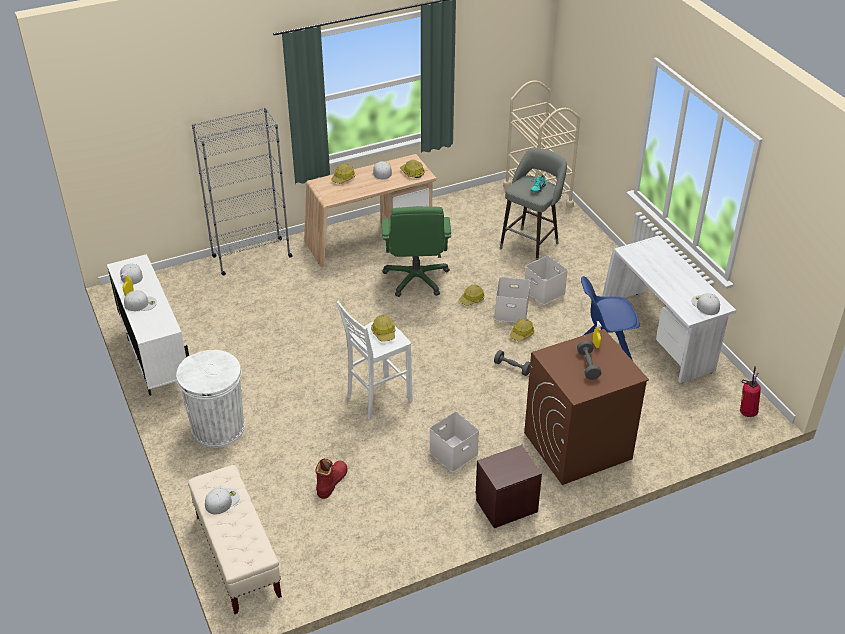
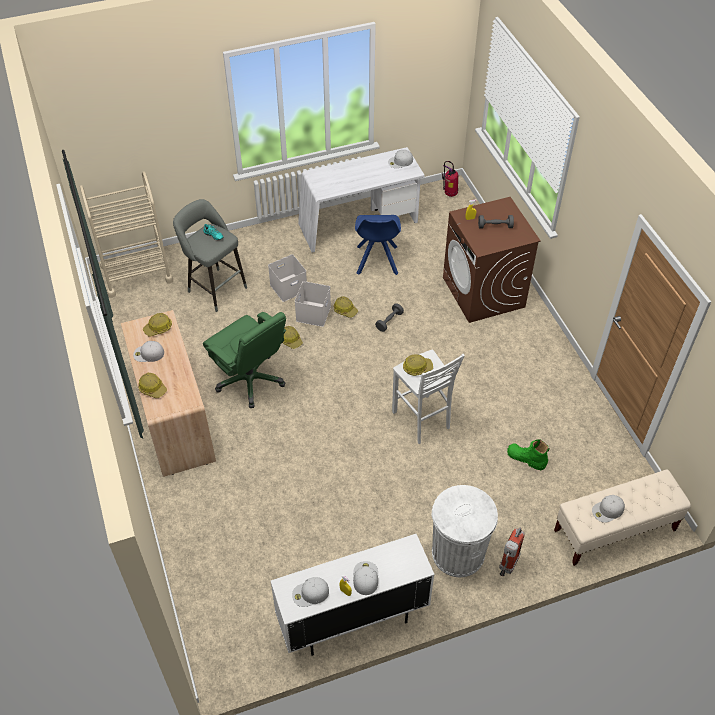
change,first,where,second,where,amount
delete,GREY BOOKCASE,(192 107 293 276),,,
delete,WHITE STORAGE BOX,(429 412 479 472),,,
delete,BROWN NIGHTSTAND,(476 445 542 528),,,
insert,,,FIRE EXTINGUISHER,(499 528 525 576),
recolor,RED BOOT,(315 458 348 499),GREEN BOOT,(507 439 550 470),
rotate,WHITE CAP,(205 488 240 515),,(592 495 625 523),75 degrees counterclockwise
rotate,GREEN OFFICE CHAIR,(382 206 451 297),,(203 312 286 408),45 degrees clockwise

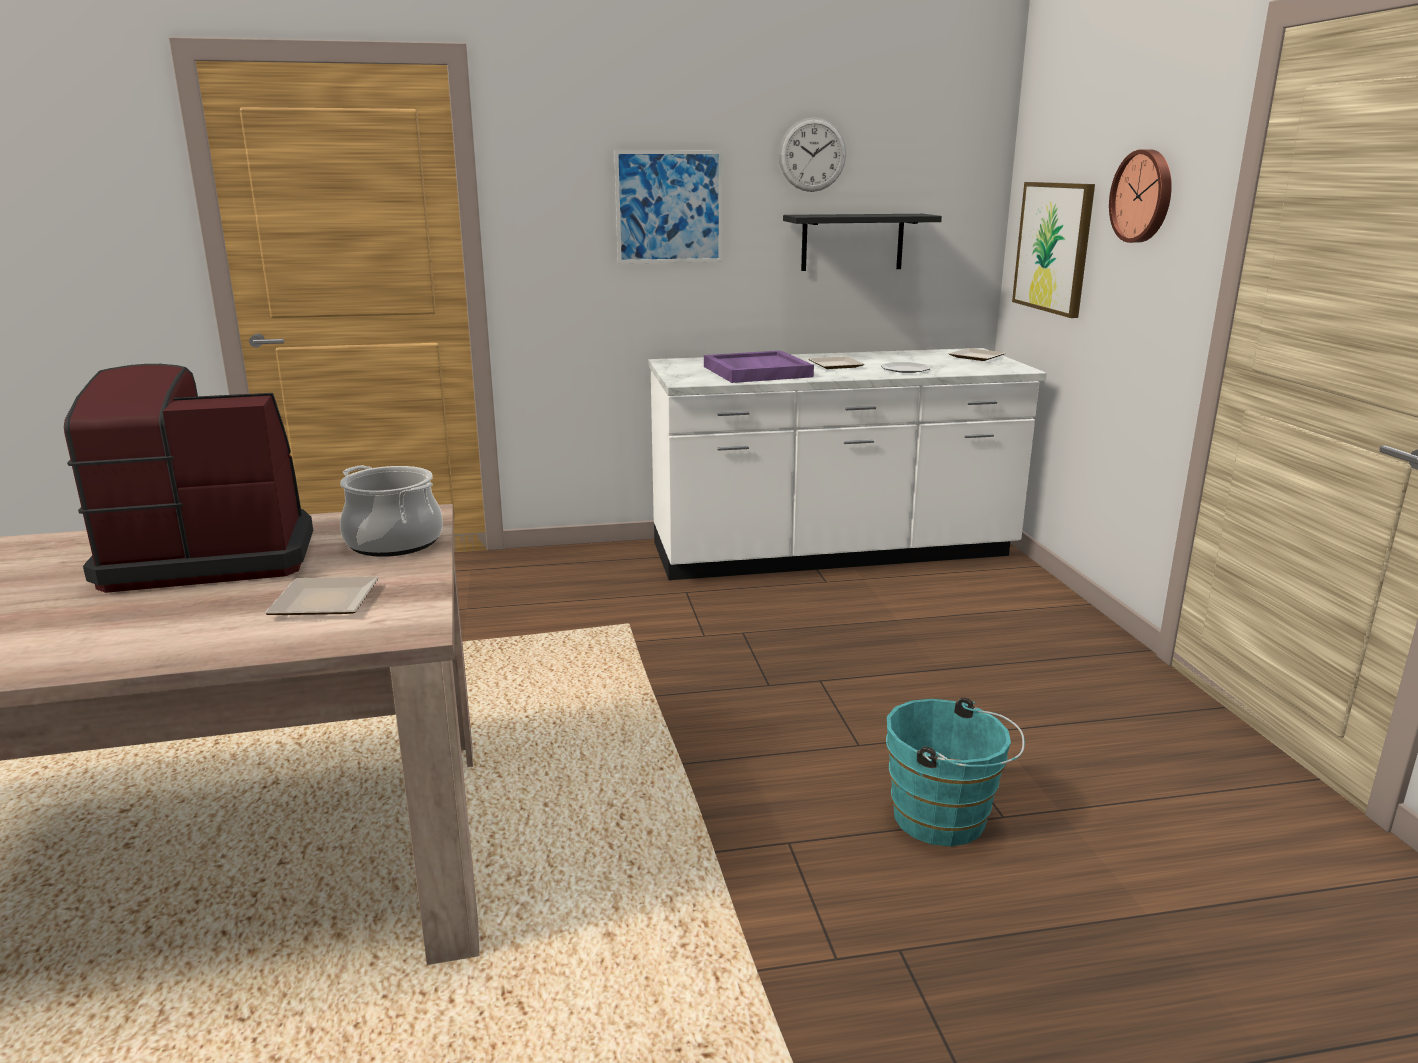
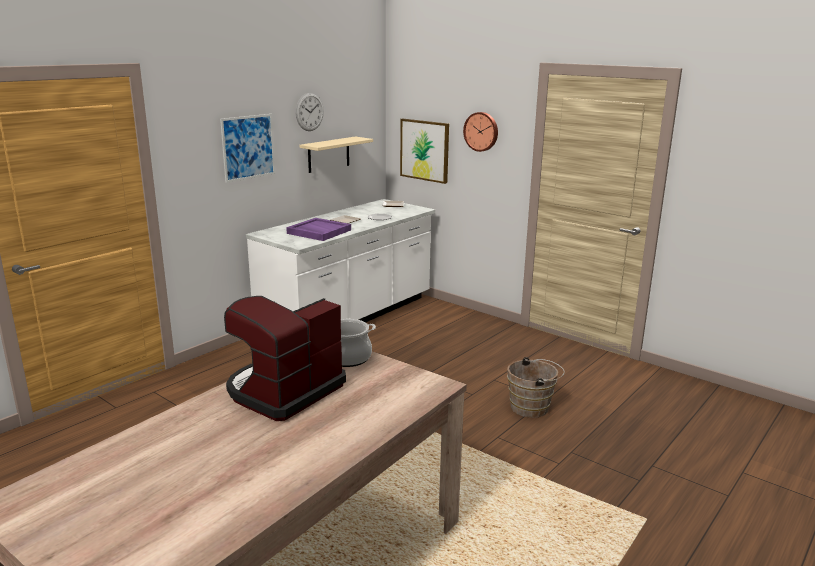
change,first,where,second,where,amount
delete,PLATE,(265 577 379 615),,,
recolor,BLACK SHELF,(783 214 942 271),BEIGE SHELF,(299 136 373 173),
recolor,TURQUOISE BUCKET,(886 698 1025 846),BROWN BUCKET,(507 357 565 418),

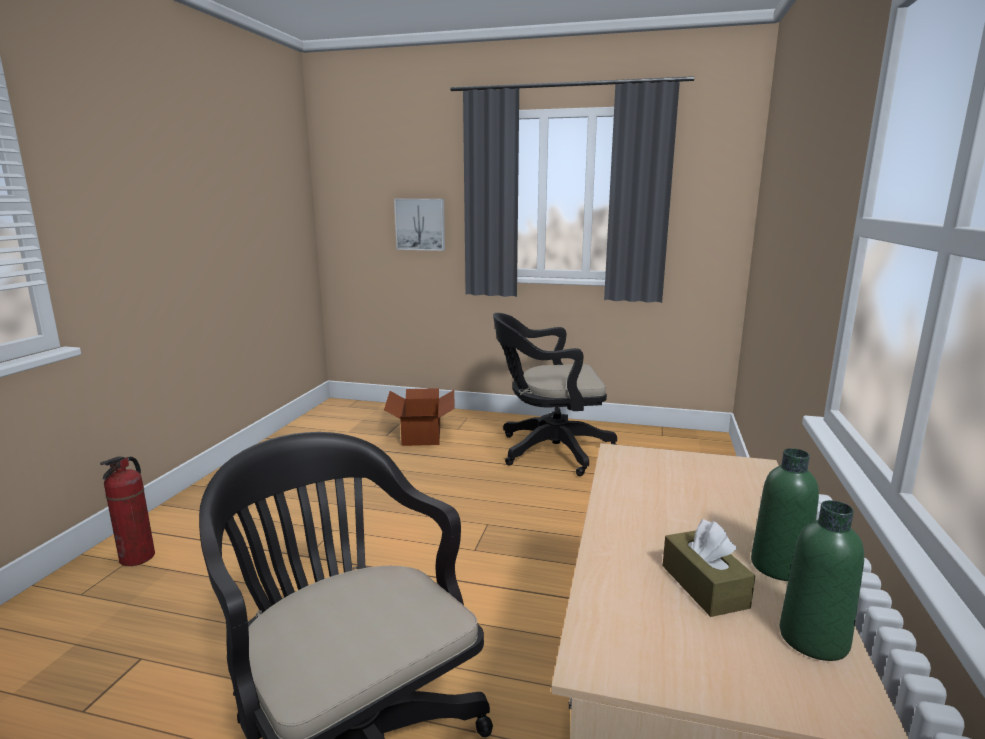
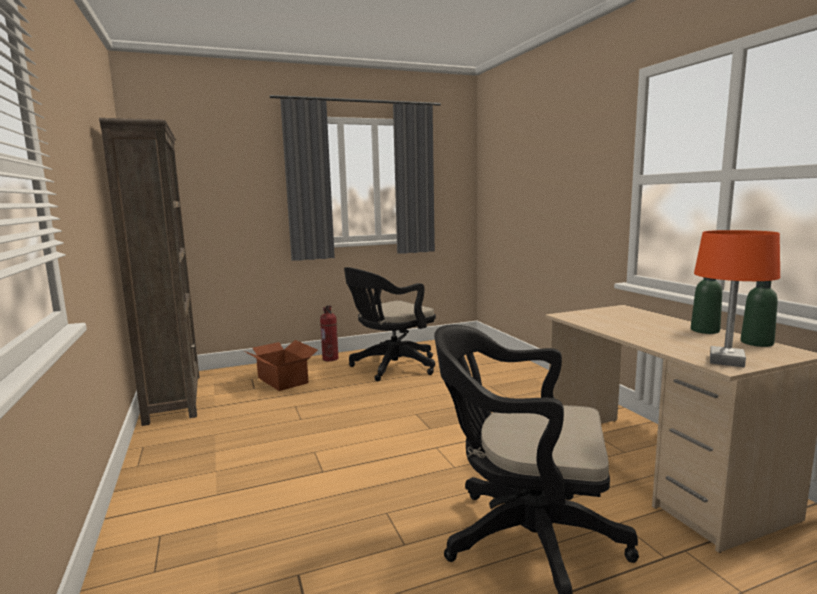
change,first,where,second,where,amount
delete,PICTURE,(394 199 445 251),,,
delete,BROWN TISSUE BOX,(663 519 755 617),,,
insert,,,BROWN BOOKCASE,(99 118 199 426),
insert,,,ORANGE TABLE LAMP,(694 230 780 368),
move,FIRE EXTINGUISHER,(100 456 155 566),,(320 305 338 361),

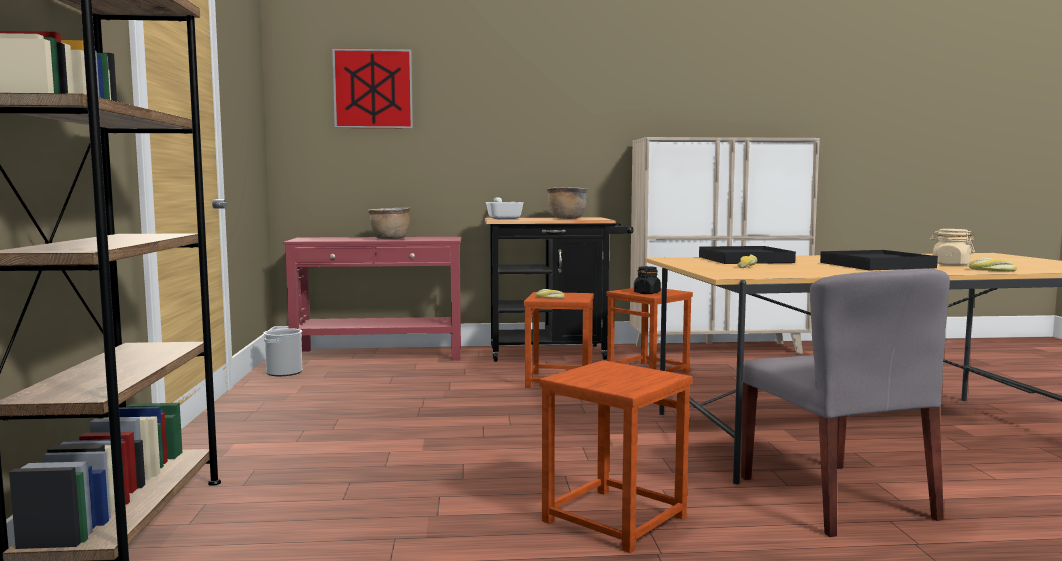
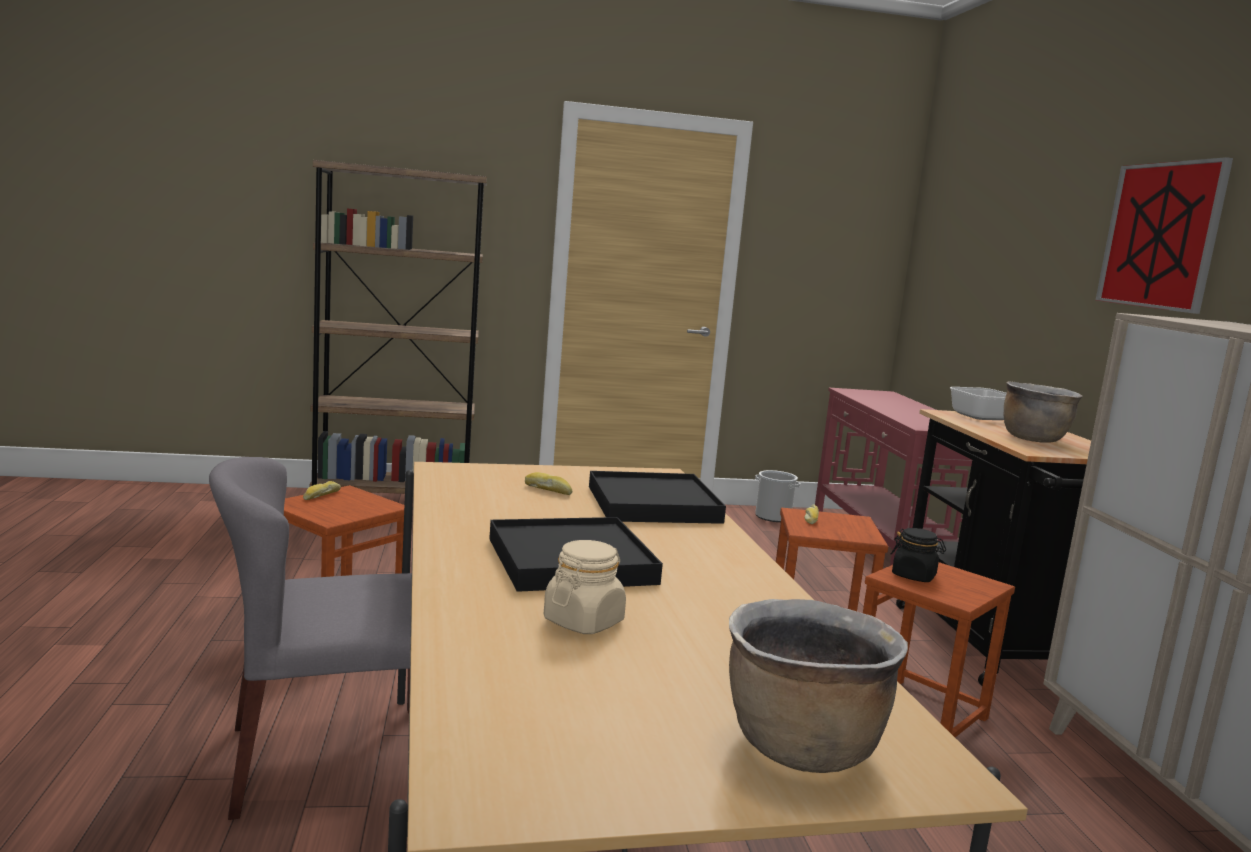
change,first,where,second,where,amount
move,PICTURE,(332 48 413 128),,(1096 157 1233 314),
move,BROWN COOKING POT,(368 207 410 239),,(729 599 908 773),
move,BREAD,(969 258 1017 272),,(303 481 341 500),

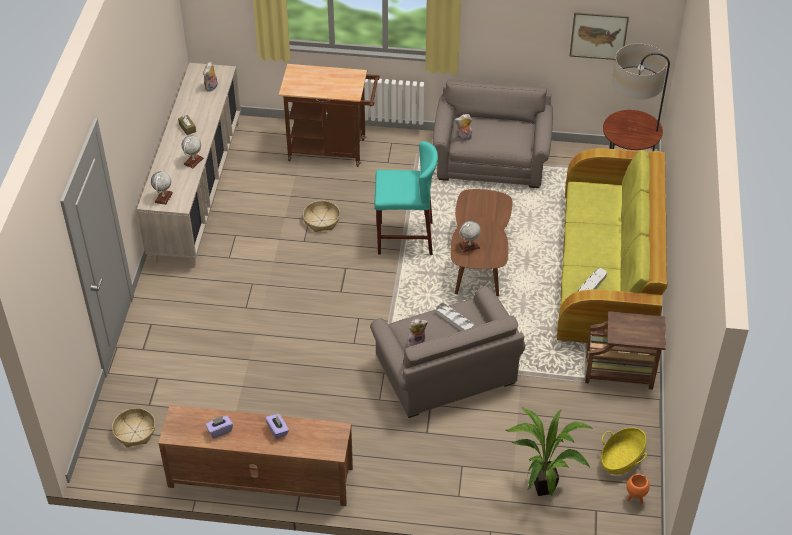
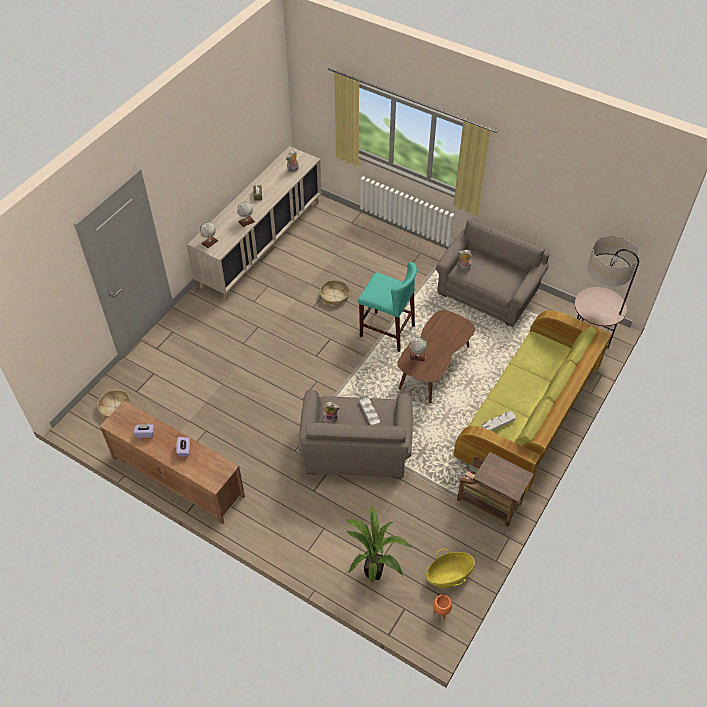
change,first,where,second,where,amount
delete,BROWN CART,(279 64 380 167),,,
delete,PICTURE,(569 12 629 60),,,

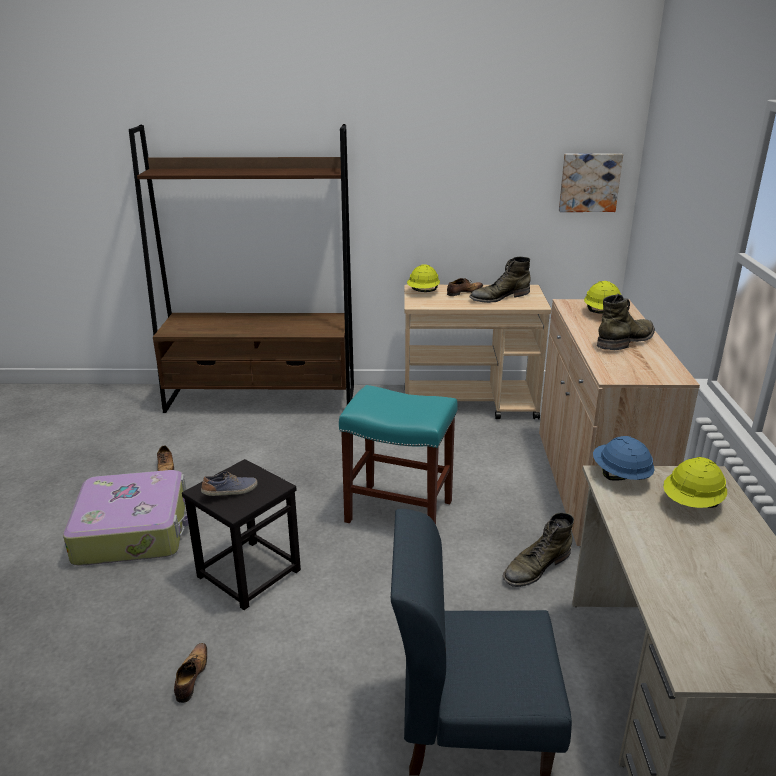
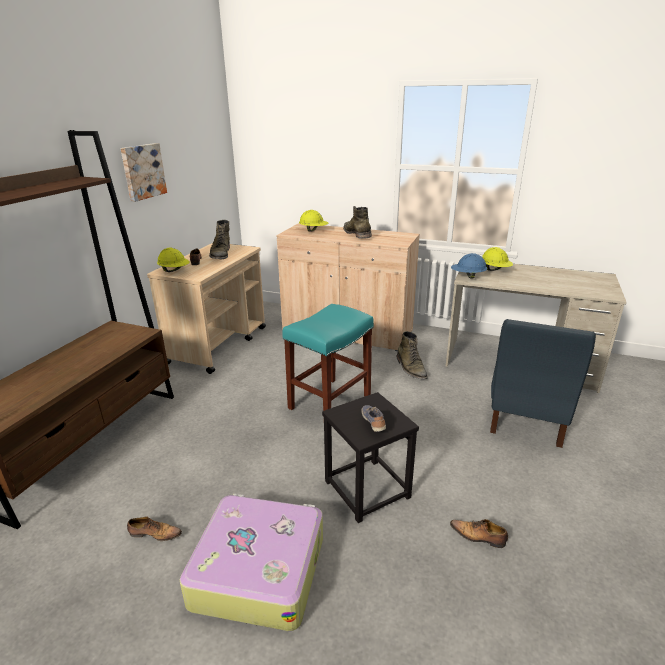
change,first,where,second,where,amount
move,PICTURE,(559 153 623 212),,(120 143 167 202),

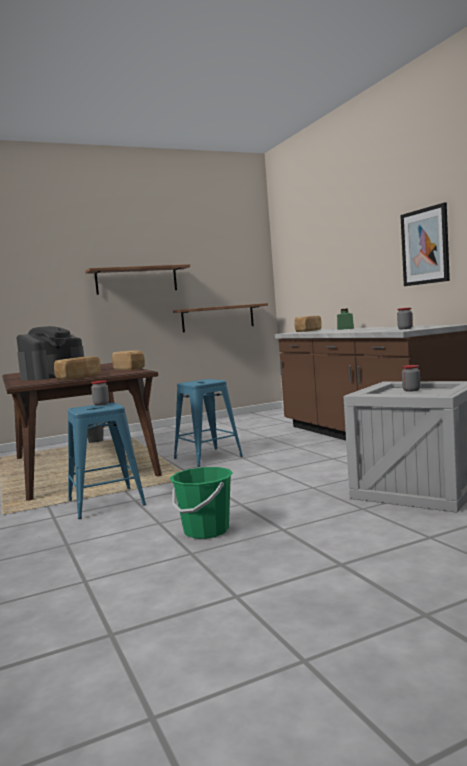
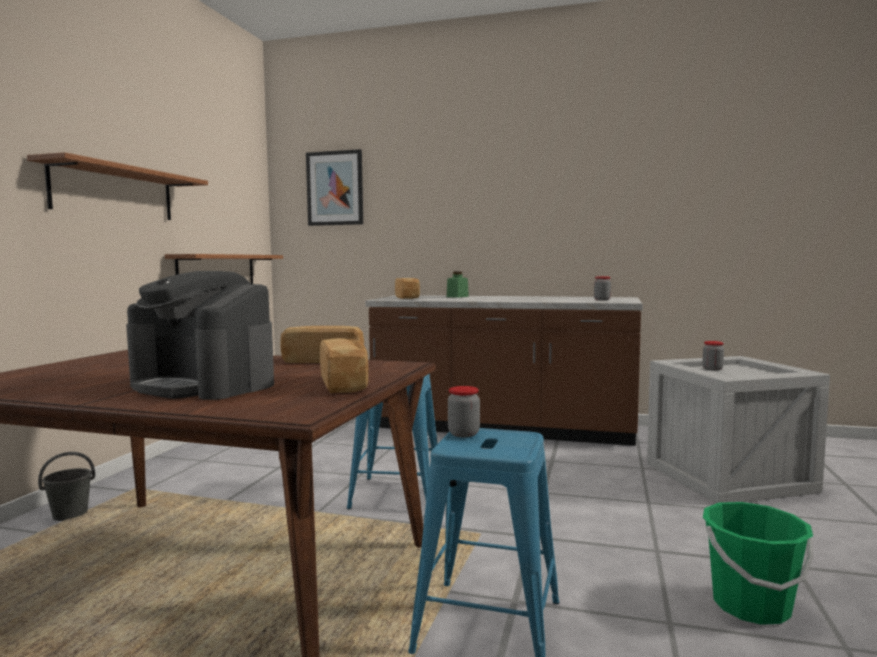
change,first,where,second,where,amount
move,PICTURE,(400 203 450 286),,(306 149 363 226),
rotate,COFFEE MACHINE,(17 326 84 380),,(126 271 274 400),135 degrees clockwise

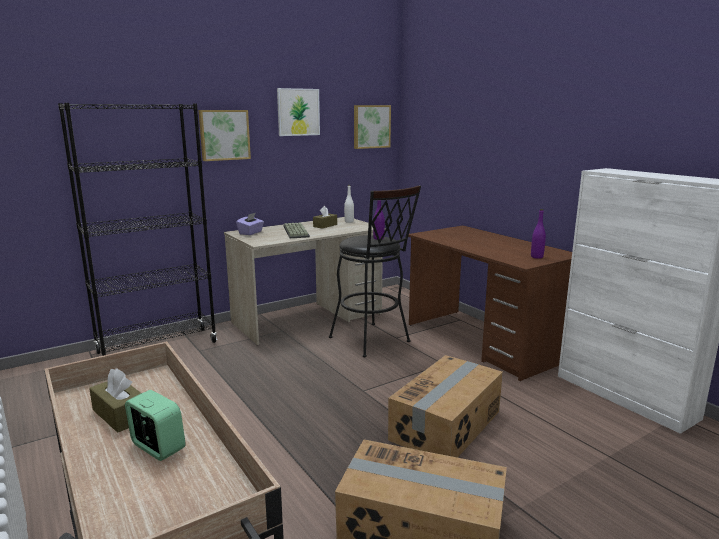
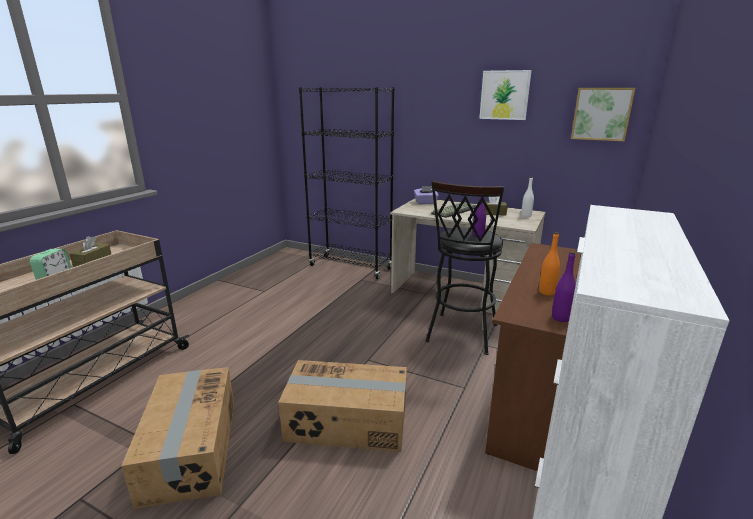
change,first,where,second,where,amount
delete,PICTURE,(198 110 251 161),,,
insert,,,ORANGE BOTTLE,(539 232 560 295),

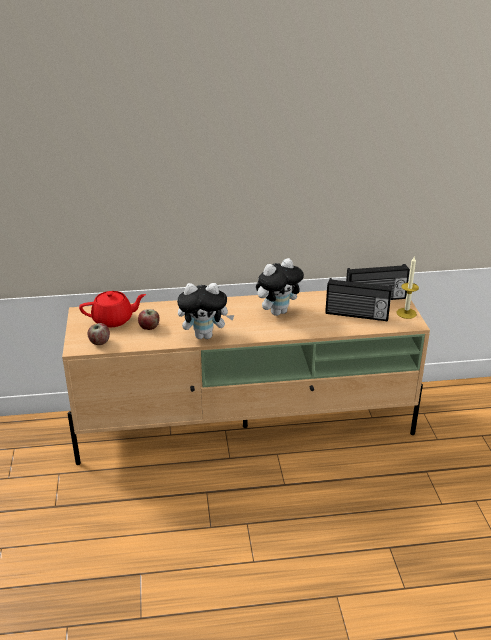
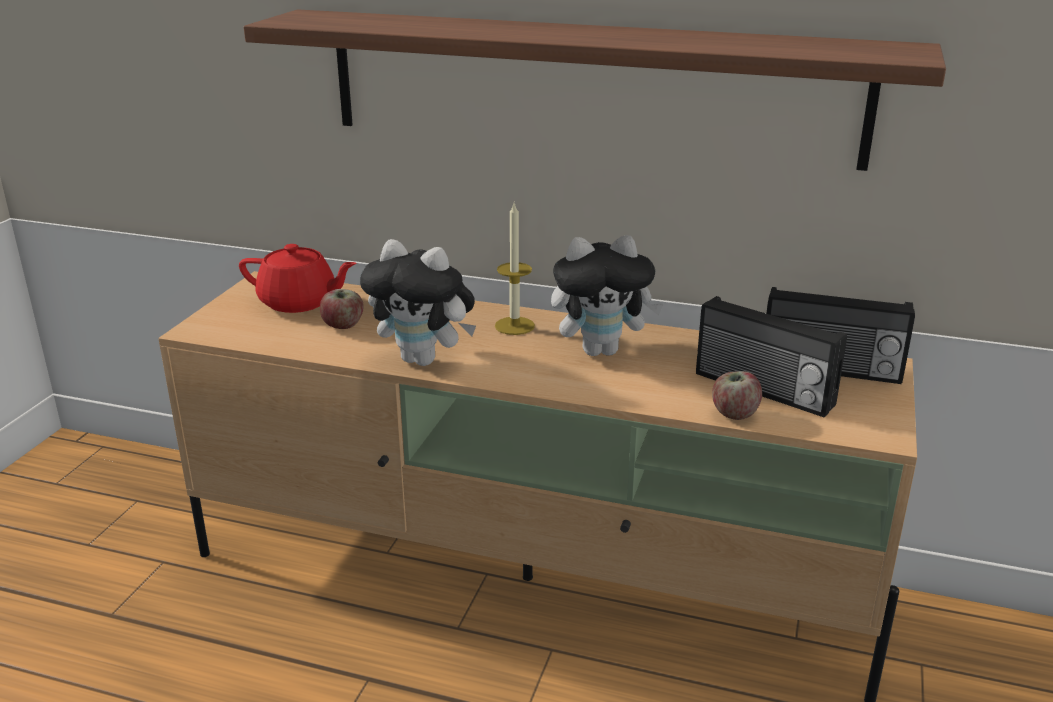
change,first,where,second,where,amount
insert,,,SHELF,(244 9 946 171),
move,APPLE,(87 323 110 345),,(712 371 762 420),
move,CANDLE,(396 257 419 319),,(495 203 535 335),

